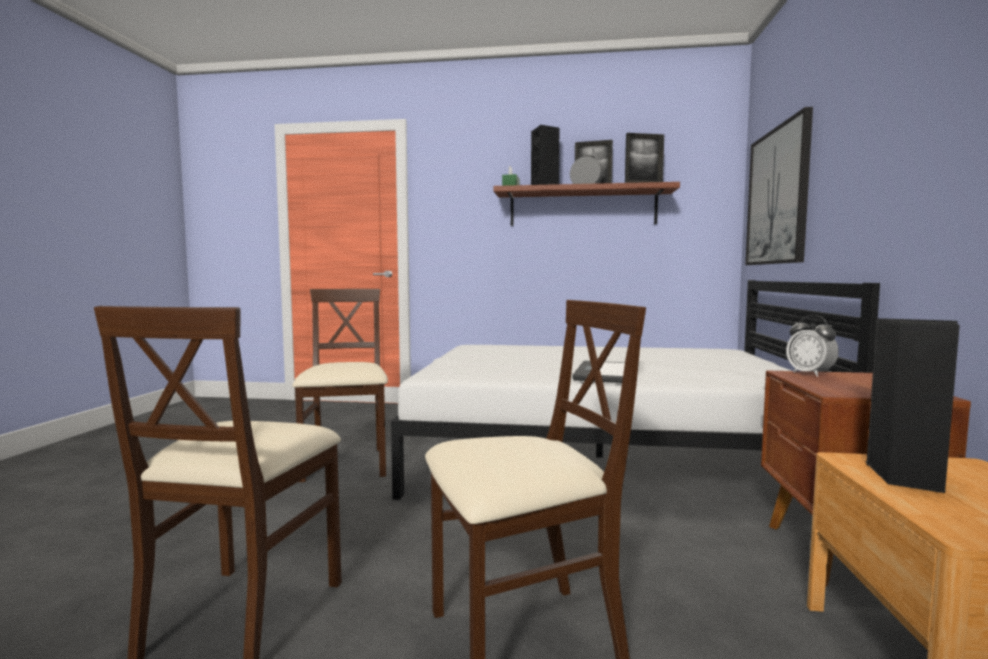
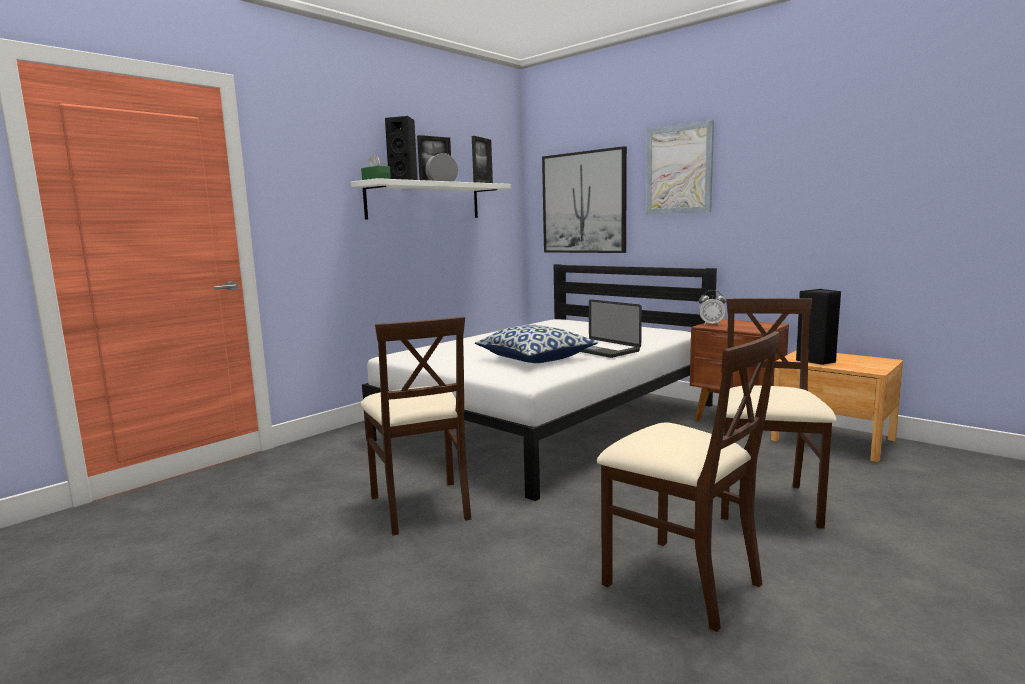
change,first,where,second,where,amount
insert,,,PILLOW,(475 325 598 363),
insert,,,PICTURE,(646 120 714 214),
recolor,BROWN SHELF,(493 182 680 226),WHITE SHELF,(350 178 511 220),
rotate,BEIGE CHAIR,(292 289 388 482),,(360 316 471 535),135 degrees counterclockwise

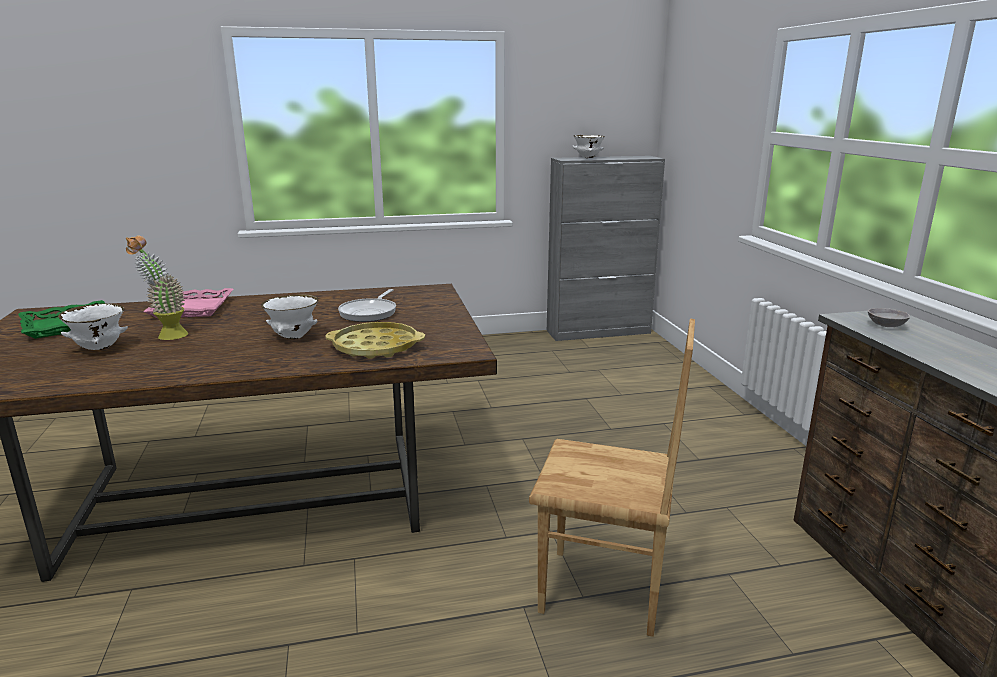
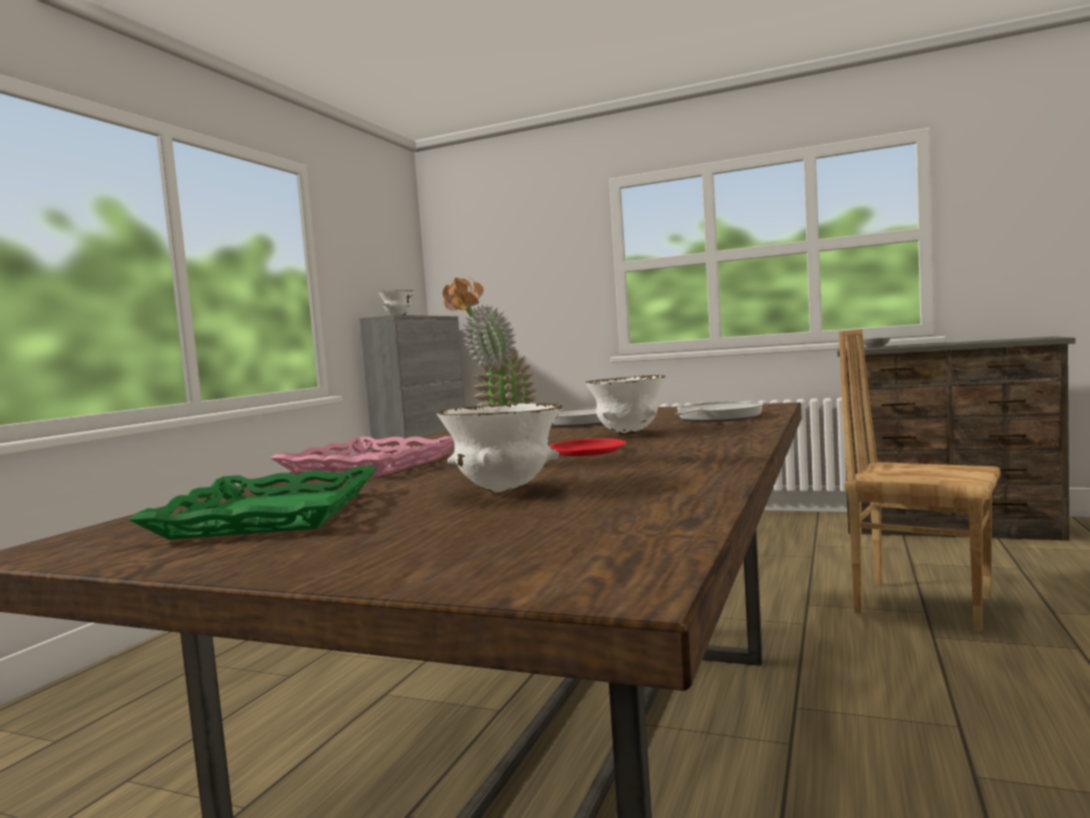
change,first,where,second,where,amount
insert,,,RED PLATE,(550 438 626 456),
replace,YELLOW TRAY,(325 322 425 359),FRYING PAN,(675 401 763 422),
rotate,BROWN CHAIR,(529 319 695 637),,(838 329 1000 632),105 degrees counterclockwise

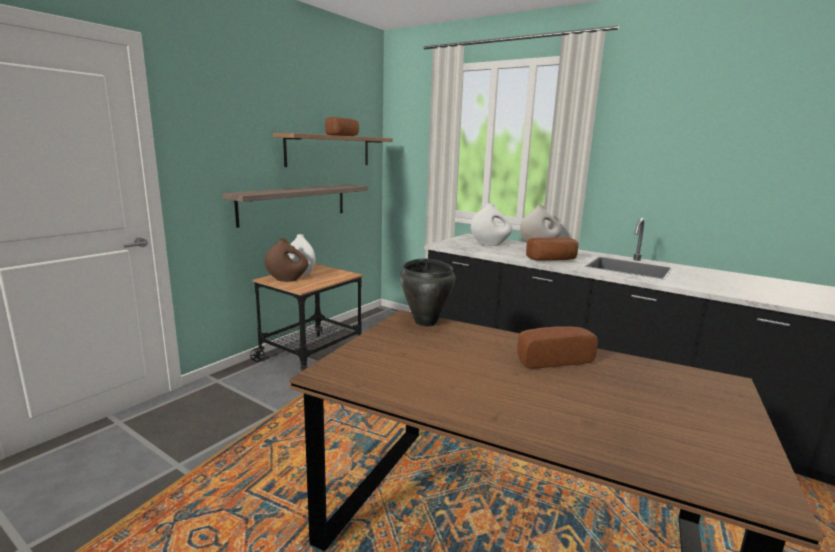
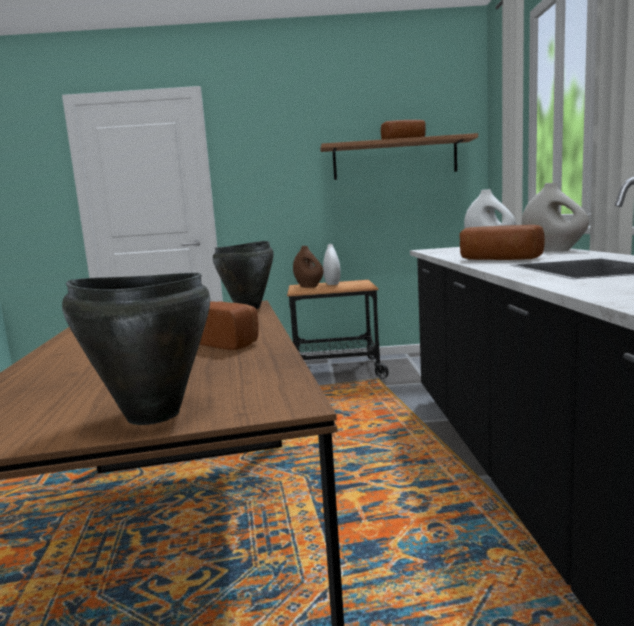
change,first,where,second,where,amount
delete,SHELF,(222 184 368 228),,,
insert,,,BLACK COOKING POT,(62 273 210 425),

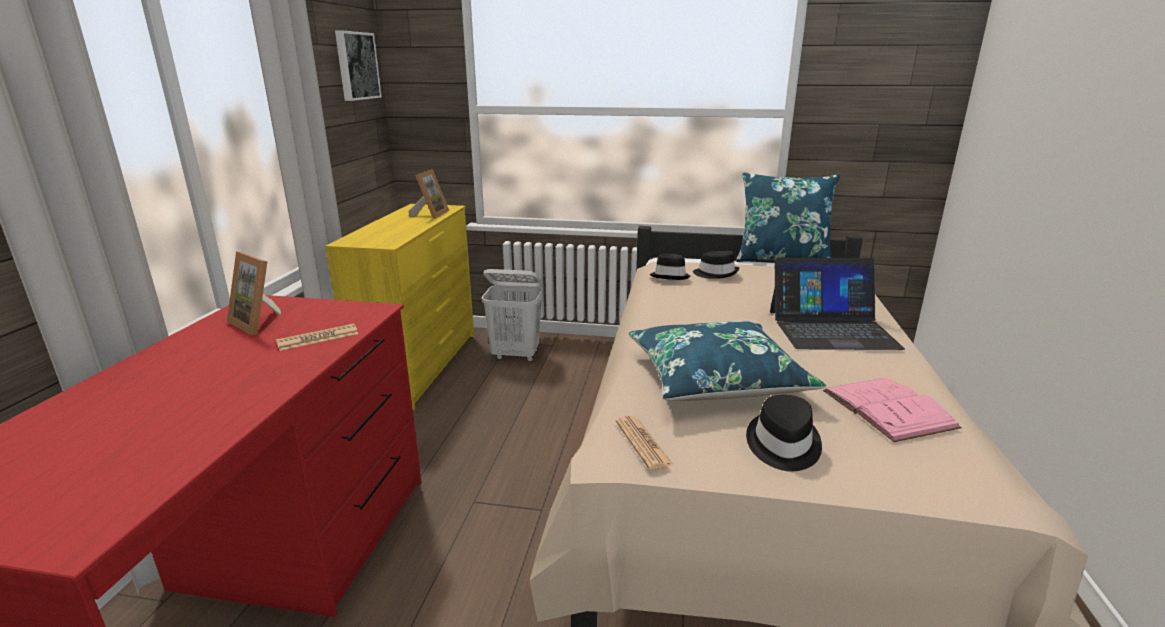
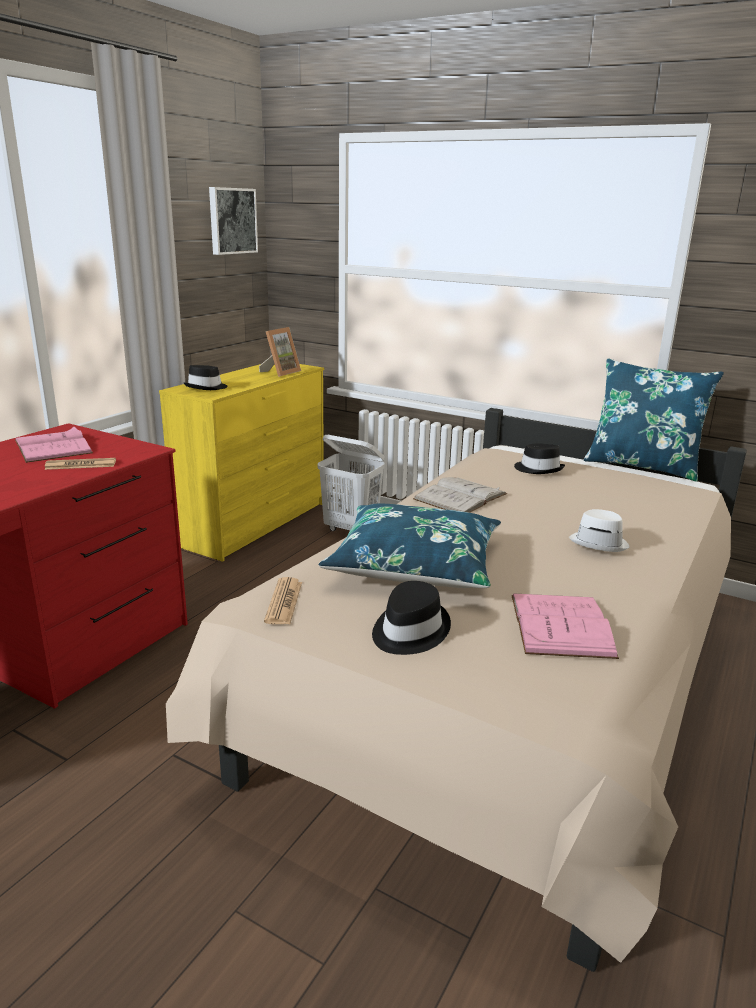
change,first,where,second,where,amount
insert,,,WHITE BOOK,(413 477 507 513),
move,BLACK HAT,(650 254 691 280),,(183 365 227 390),
replace,PICTURE FRAME,(227 252 281 335),PINK BOOK,(15 427 93 463),
replace,LAPTOP,(770 258 905 350),WHITE HAT,(569 509 630 552),

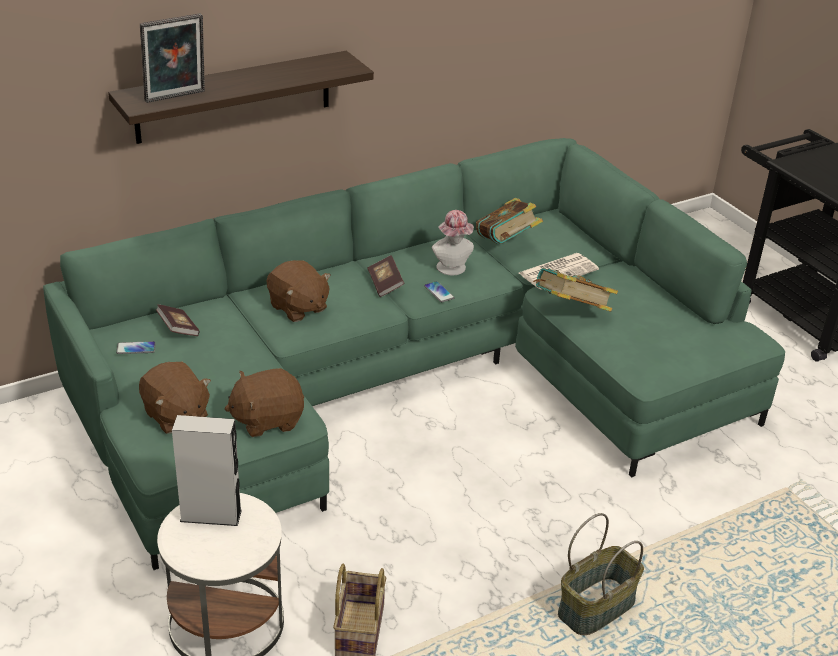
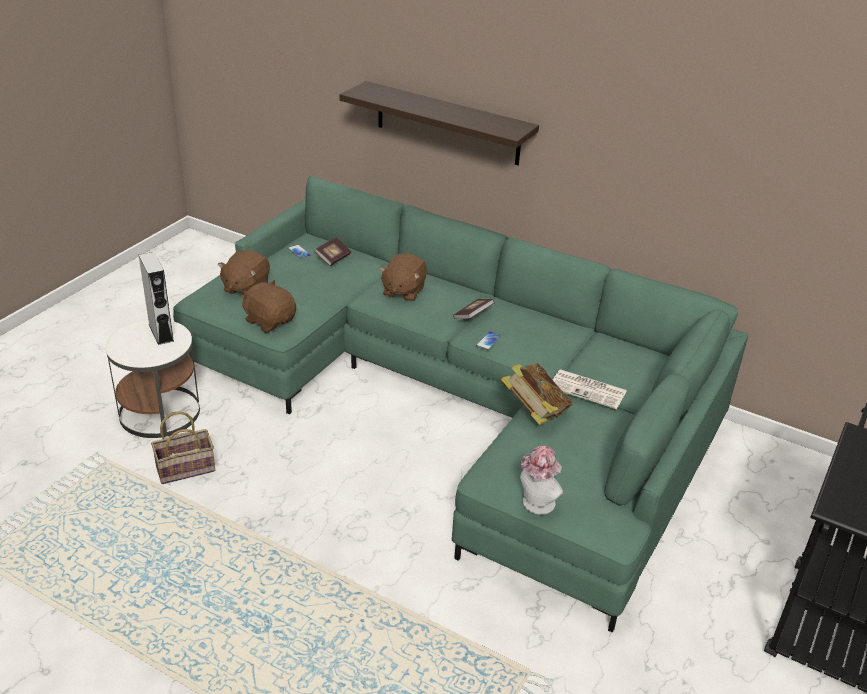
change,first,where,second,where,amount
delete,PICTURE FRAME,(140 13 205 103),,,
delete,BOOK,(476 198 543 244),,,
delete,BASKET,(558 513 644 635),,,
move,HAT,(432 210 474 275),,(520 445 563 515),

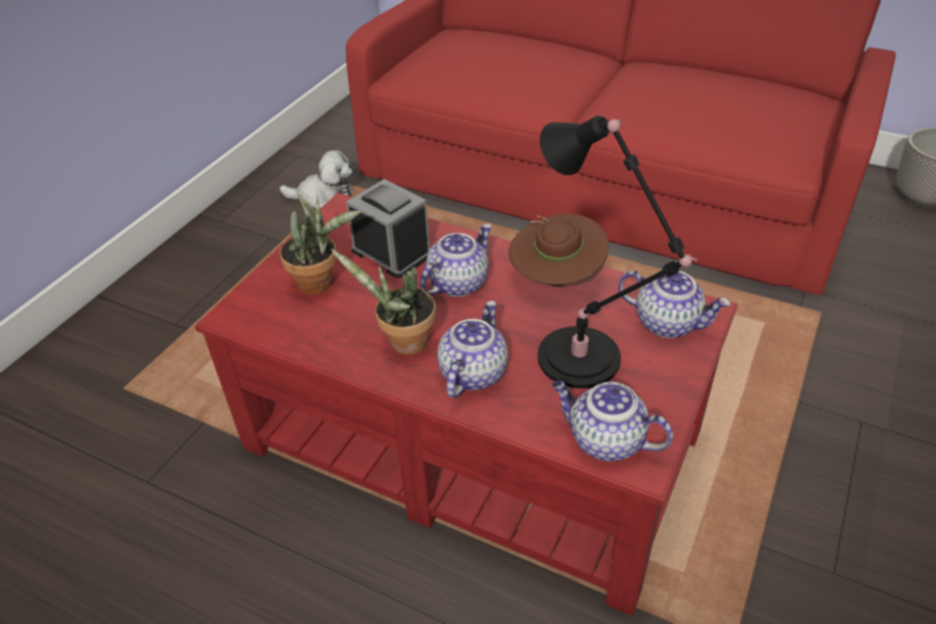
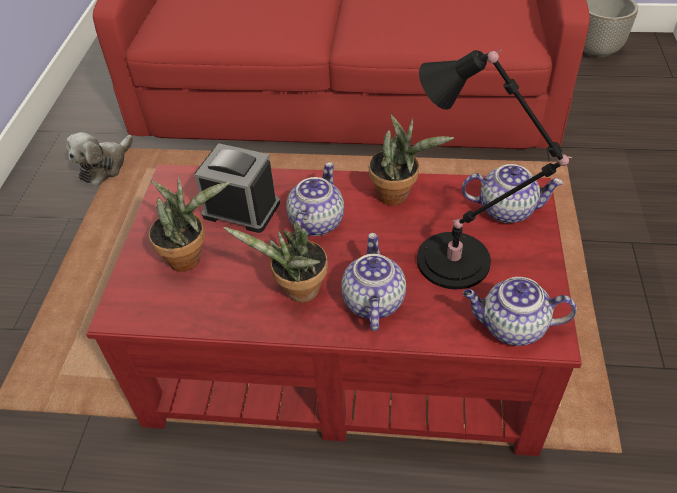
change,first,where,second,where,amount
replace,BROWN HAT,(509 214 609 286),POTTED PLANT,(369 114 454 206),
rotate,PLUSH TOY,(279 150 353 209),,(66 132 133 186),135 degrees clockwise

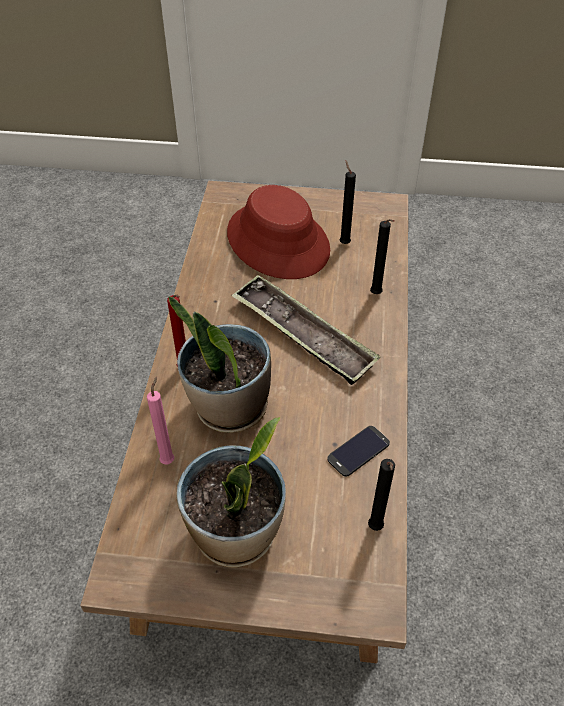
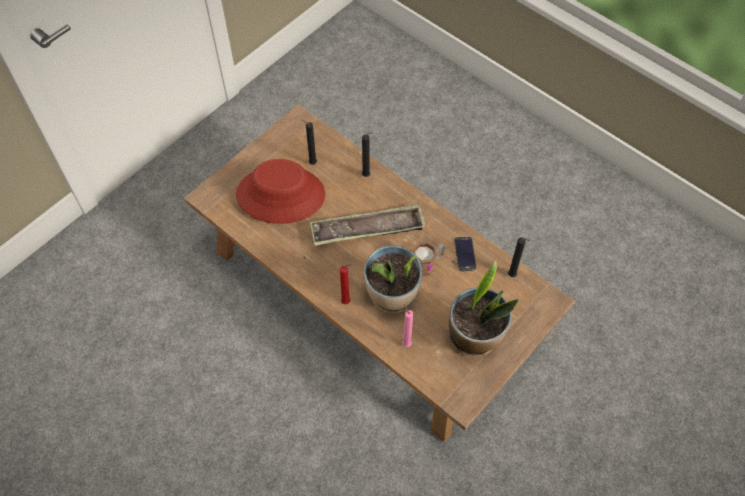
change,first,where,second,where,amount
insert,,,MUG,(412 241 446 276),

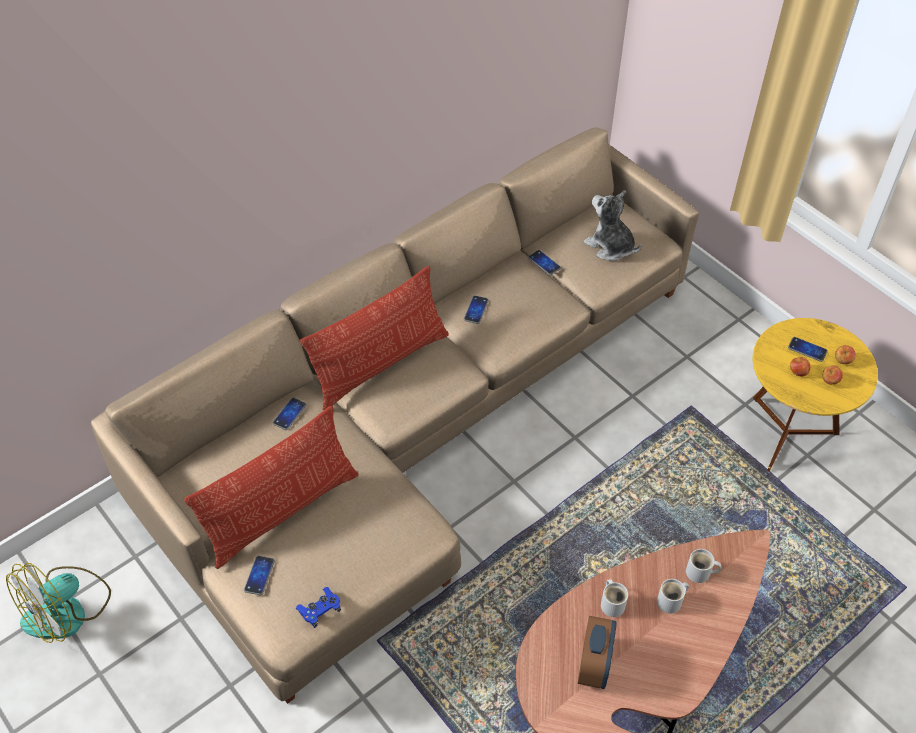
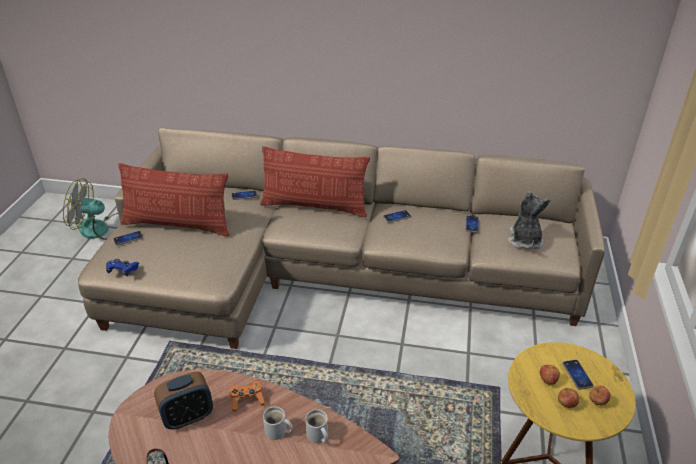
change,first,where,second,where,amount
replace,WHITE MUG,(601 579 628 617),ORANGE GAME CONTROLLER,(229 381 265 411),

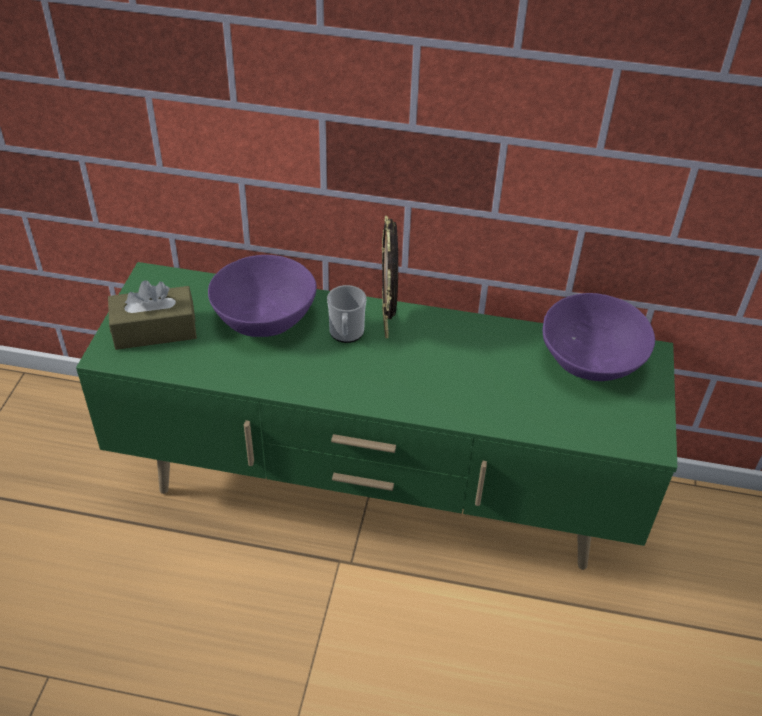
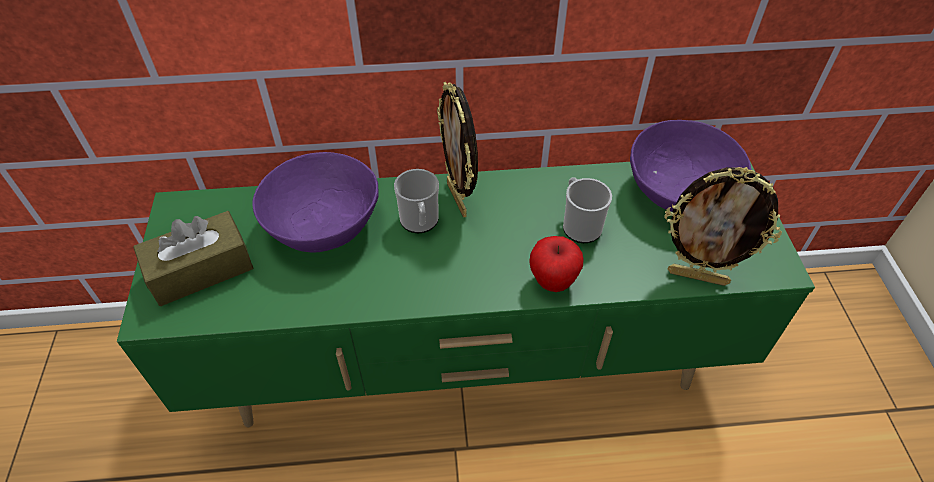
change,first,where,second,where,amount
insert,,,APPLE,(529 236 583 292),
insert,,,MUG,(563 177 612 243),
insert,,,PICTURE FRAME,(664 167 782 286),

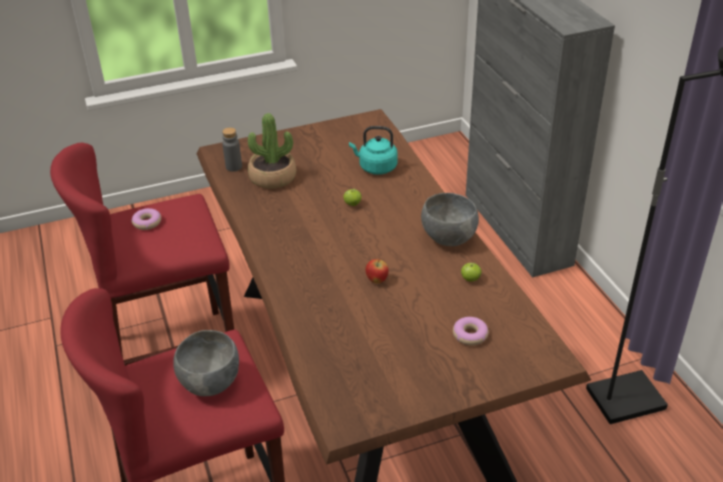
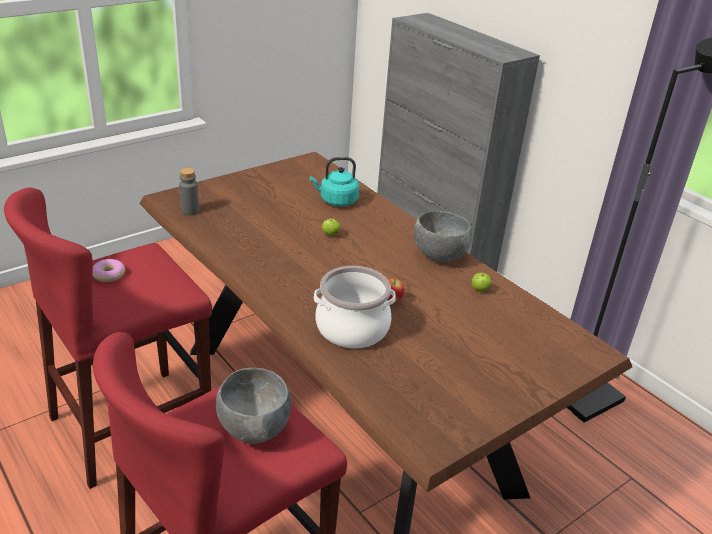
change,first,where,second,where,amount
delete,POTTED PLANT,(248 113 296 189),,,
delete,DONUT,(453 317 489 346),,,
insert,,,COOKING POT,(314 266 396 348),

